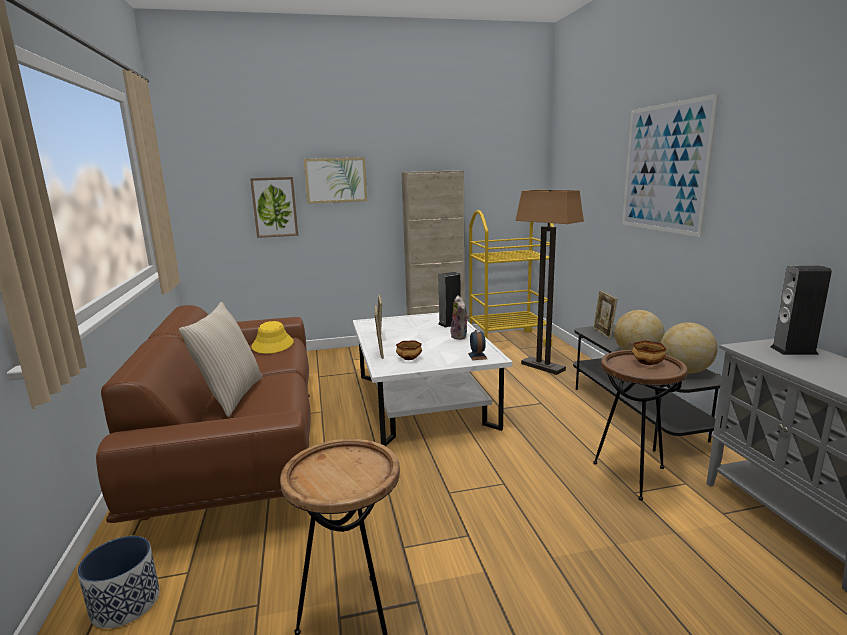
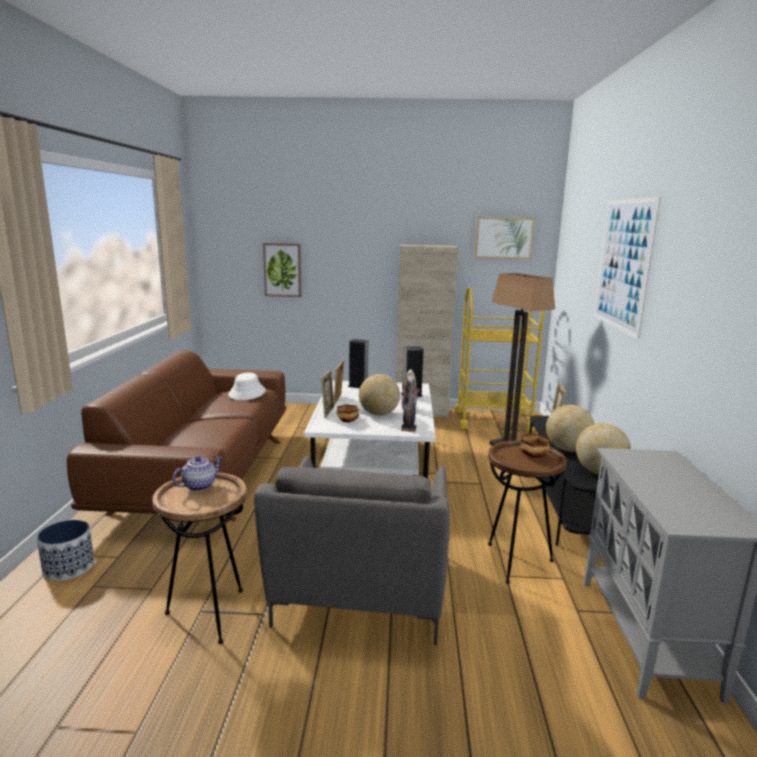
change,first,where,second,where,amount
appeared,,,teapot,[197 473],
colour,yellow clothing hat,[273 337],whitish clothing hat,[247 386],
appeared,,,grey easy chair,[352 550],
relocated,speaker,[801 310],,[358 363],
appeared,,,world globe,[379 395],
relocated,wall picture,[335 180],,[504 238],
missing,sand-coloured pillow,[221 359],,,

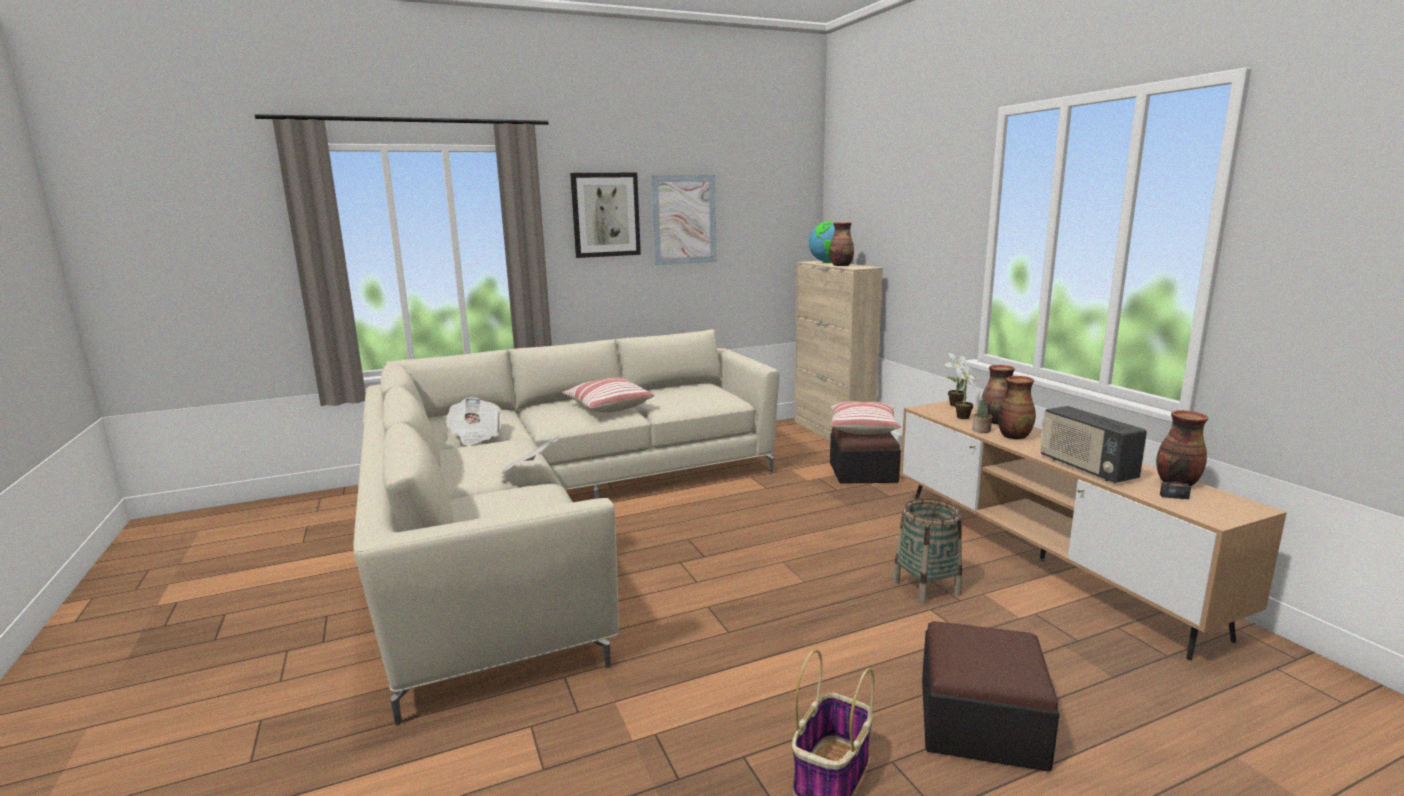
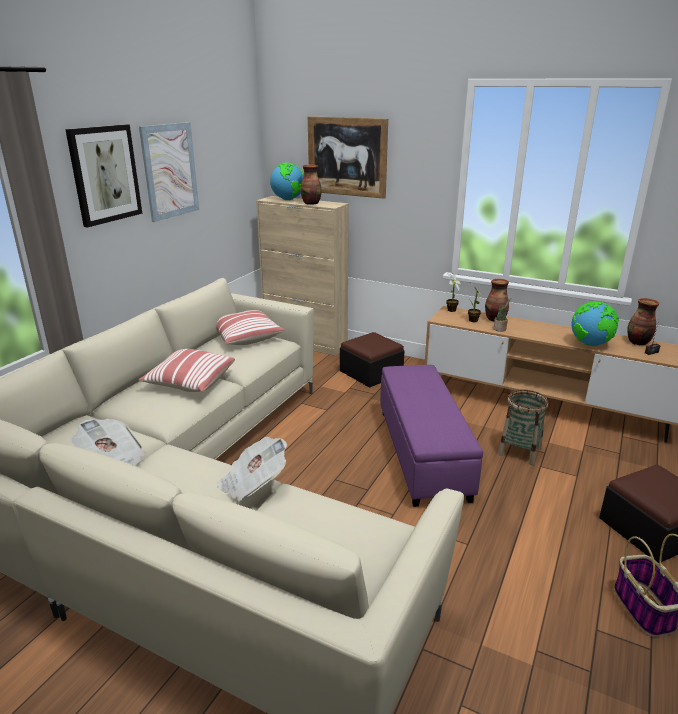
change,first,where,second,where,amount
relocated,pillow,[865 417],,[250 327],
appeared,,,wall picture,[348 157],
appeared,,,purple-coloured footrest,[431 436],
exchanged,radio receiver,[1093 444],world globe,[595 323],
missing,flower vase,[1017 408],,,

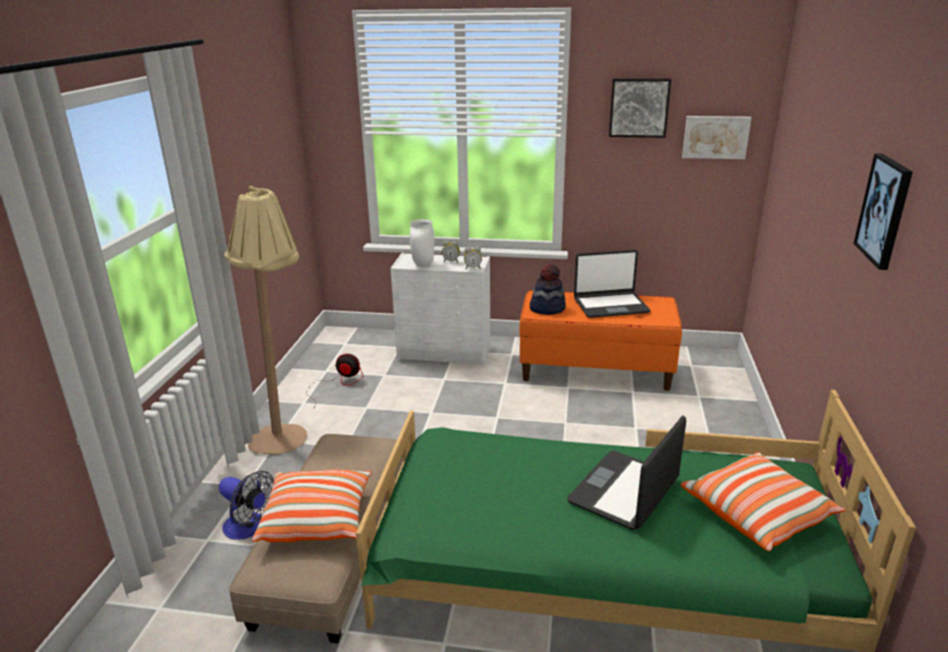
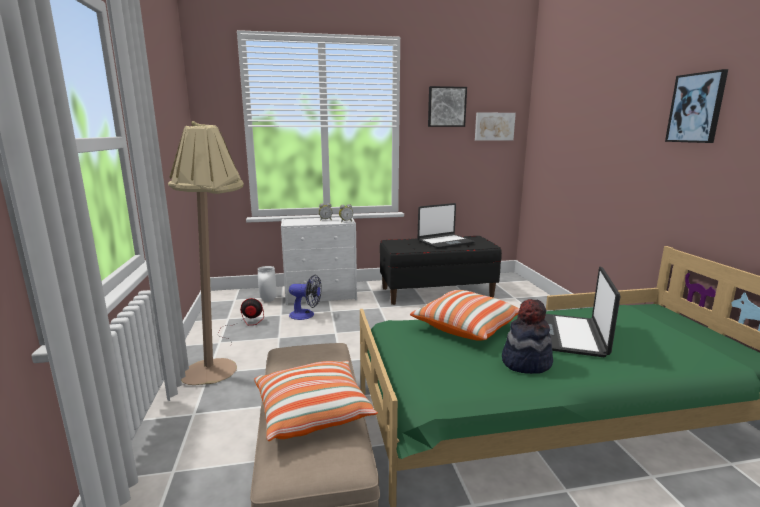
change,first,where,second,where,amount
relocated,whitish flower vase,[422 243],,[267 284],
relocated,cooling fan,[246 505],,[305 297],
colour,orangey bench,[600 341],black bench,[441 270],
relocated,pillow,[763 501],,[464 315],
relocated,clothing hat,[548 289],,[527 336],

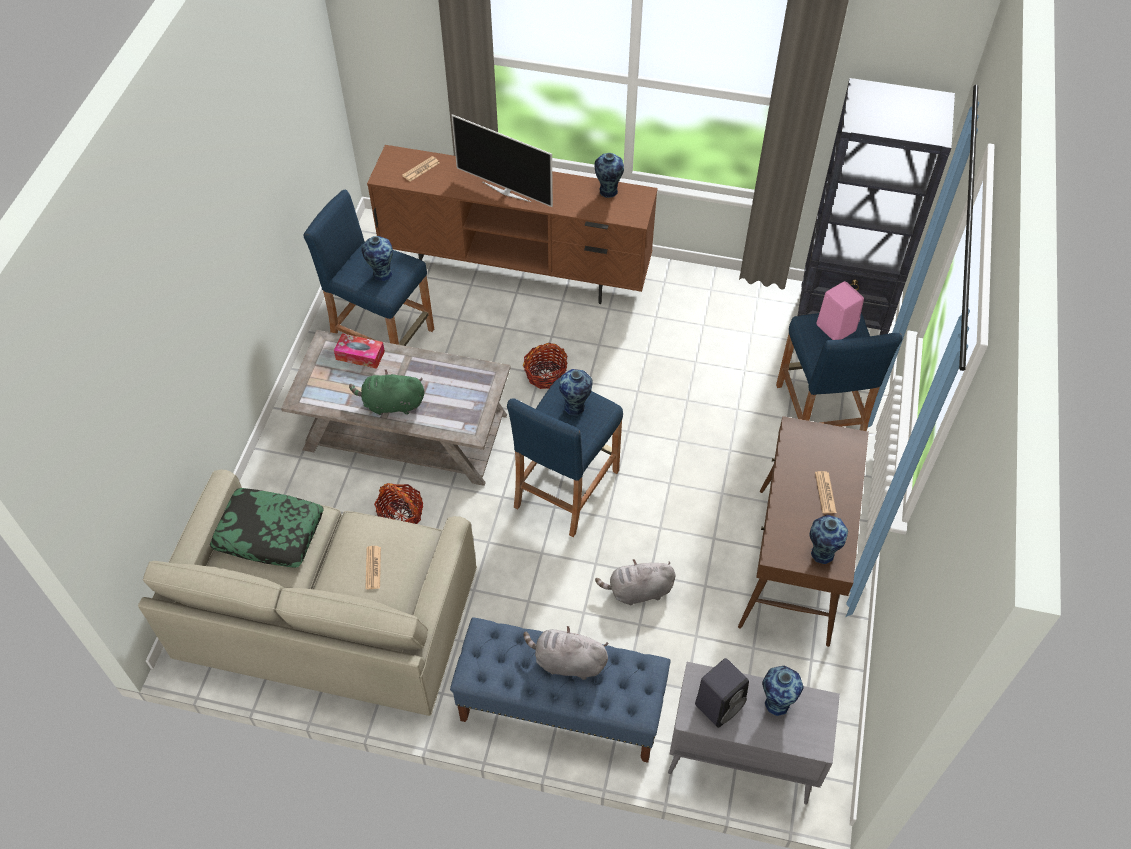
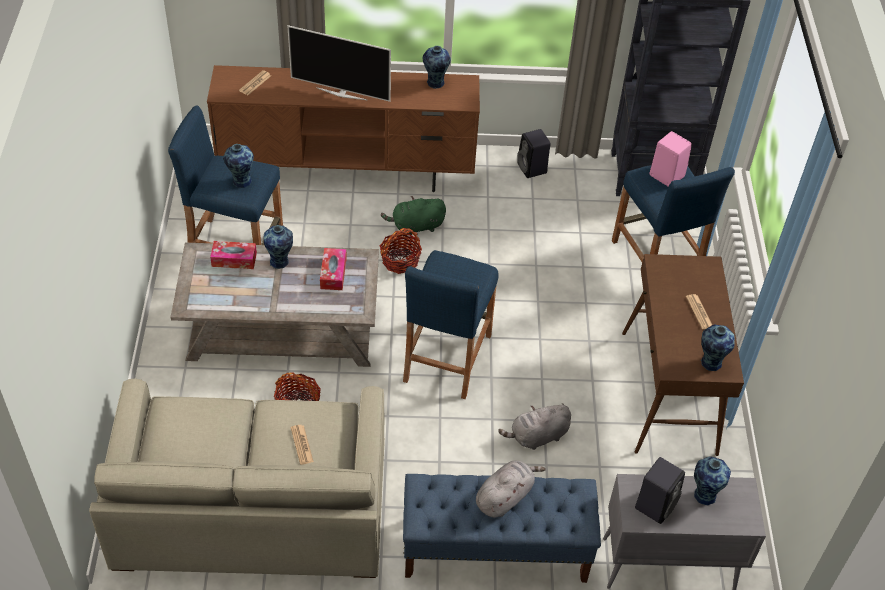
change,first,where,second,where,amount
relocated,flower vase,[576 392],,[278 247],
appeared,,,box of tissues,[333 269],
relocated,greenish soft toy,[387 392],,[413 215],
spun,grey soft toy,[565 653],,[511 489],135 degrees clockwise
appeared,,,black speaker,[534 153],
missing,pillow,[267 528],,,

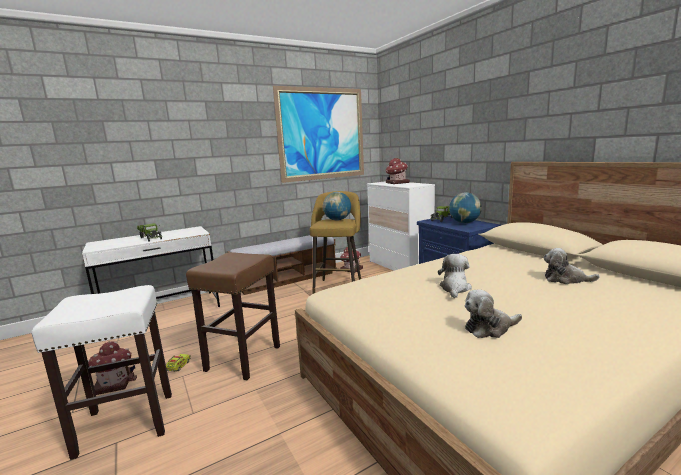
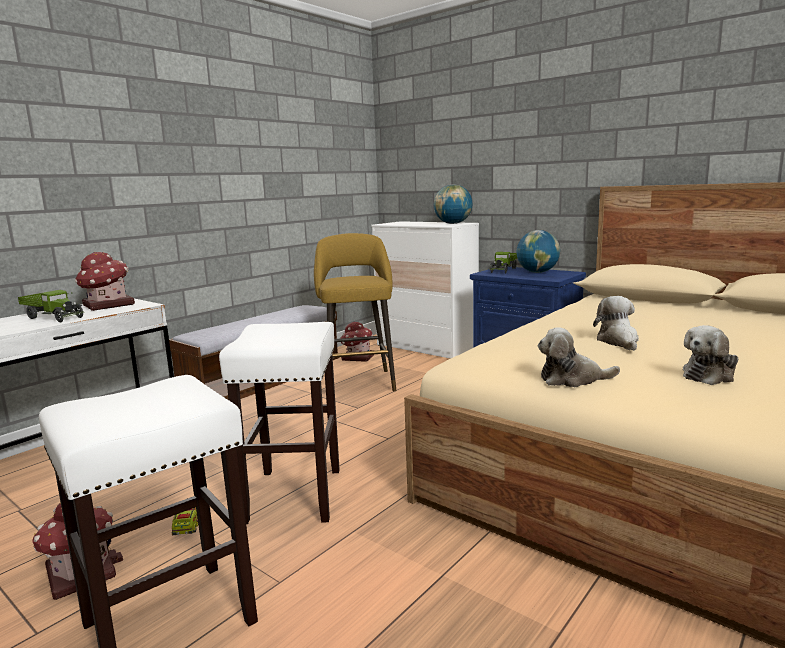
change,first,where,second,where,amount
relocated,toy house,[398 171],,[105 281],
colour,brown-coloured sitting stool,[233 316],whitish sitting stool,[279 423],
relocated,world globe,[337 206],,[453 204],
relocated,soft toy,[571 266],,[579 357],
missing,wall picture,[318 134],,,

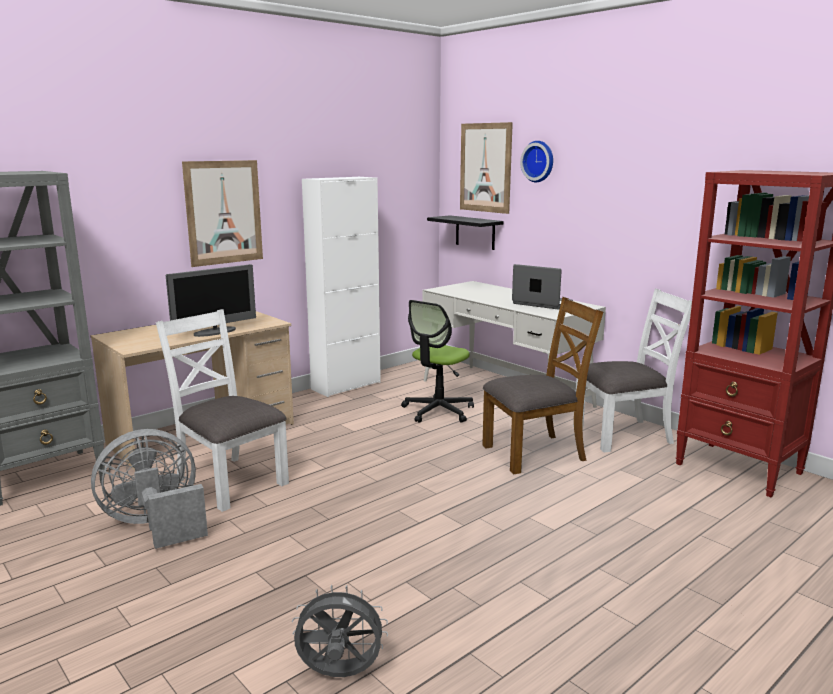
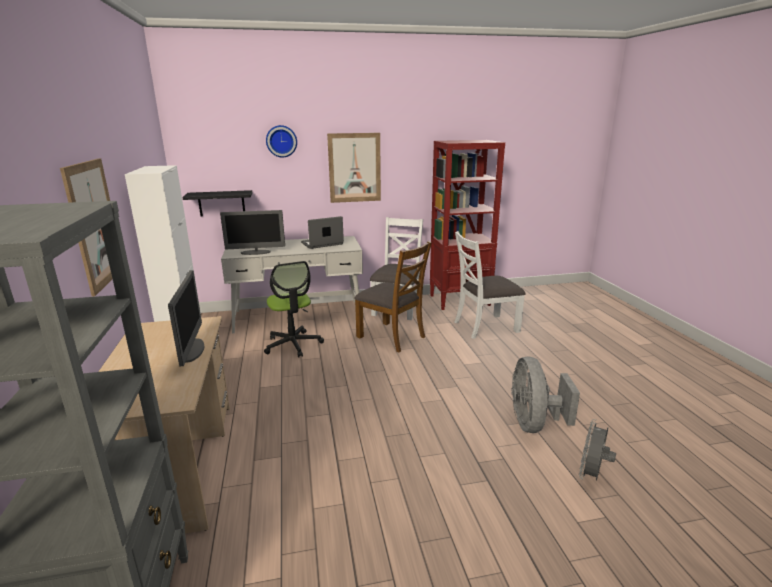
change,first,where,second,where,amount
appeared,,,monitor,[252 232],
relocated,wall picture,[486 168],,[354 168],
spun,brown-coloured plain chair,[542 385],,[393 296],120 degrees clockwise
relocated,whitish plain chair,[222 410],,[490 285],
relocated,grey cooling fan,[149 489],,[545 395],

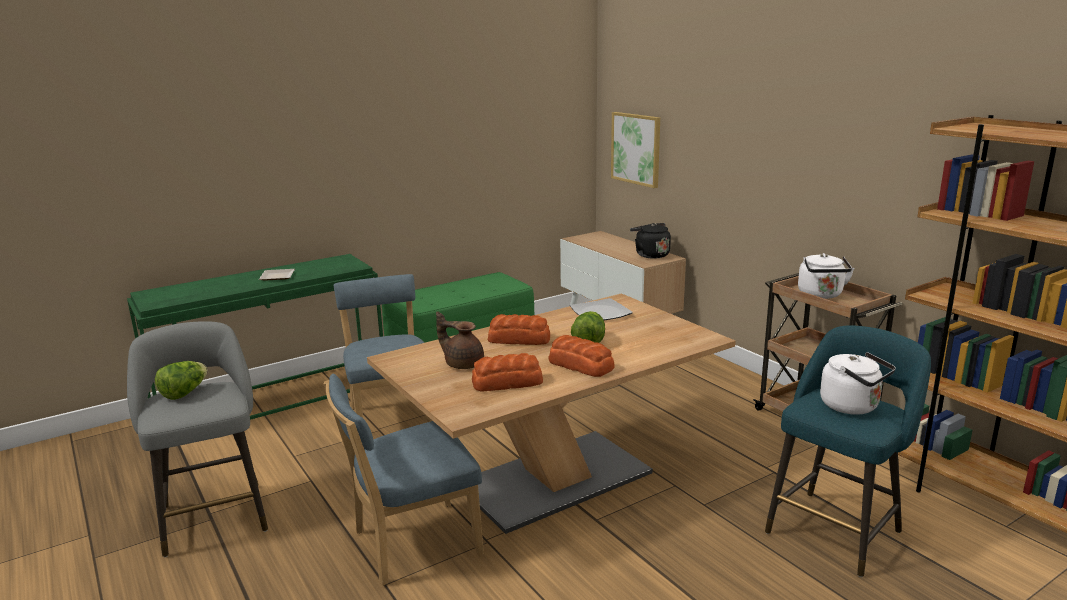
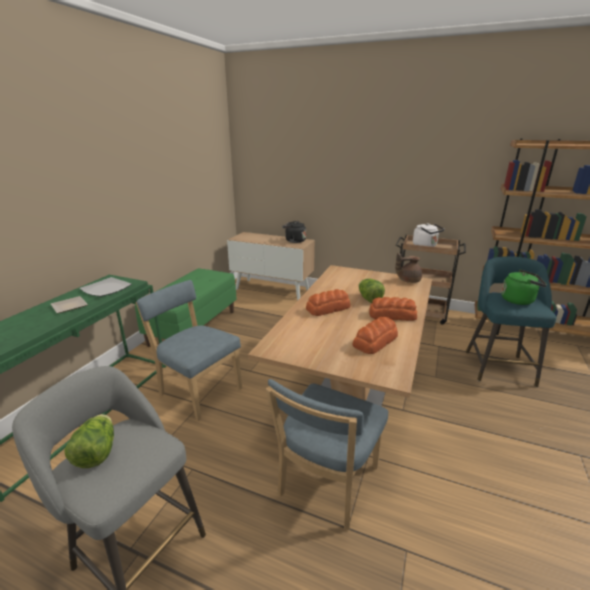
change,first,where,second,where,amount
relocated,dinner plate,[601 309],,[105 287],
relocated,brown-coloured teapot,[460 340],,[408 268],
colour,whitish water kettle,[858 383],greenish water kettle,[524 287],
missing,wall picture,[635 150],,,

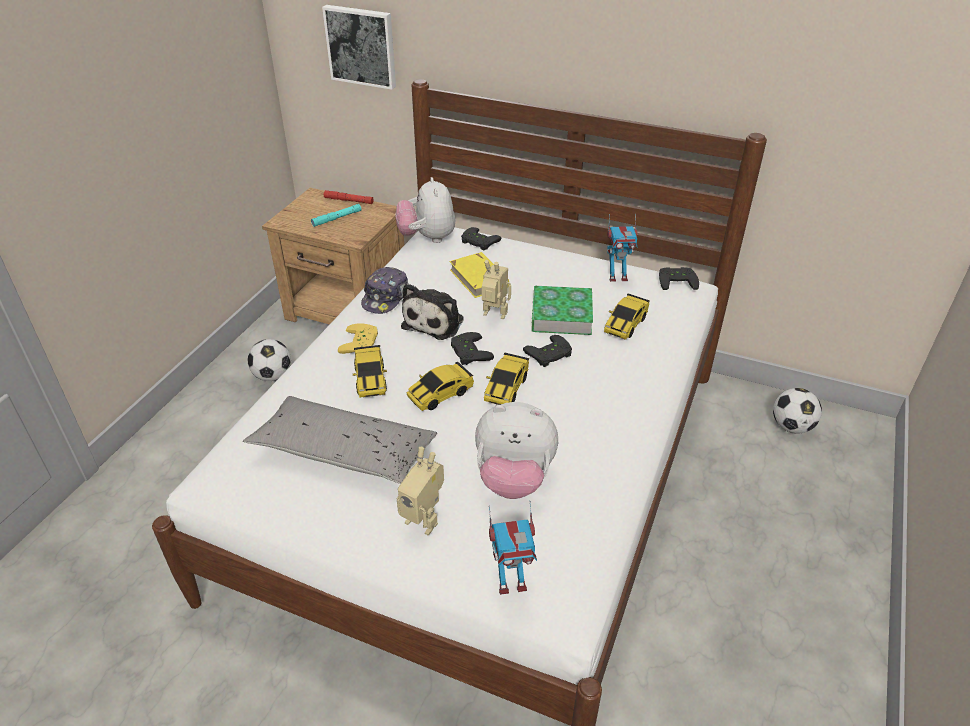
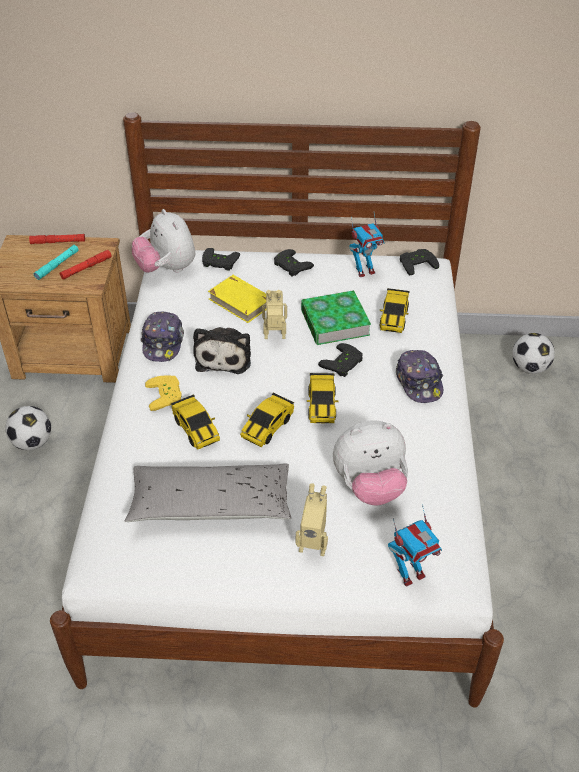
change,first,where,second,where,amount
appeared,,,reddish hand torch,[86 265],
relocated,black joypad,[472 348],,[294 263],
appeared,,,cap,[419 376],
missing,wall picture,[359 47],,,

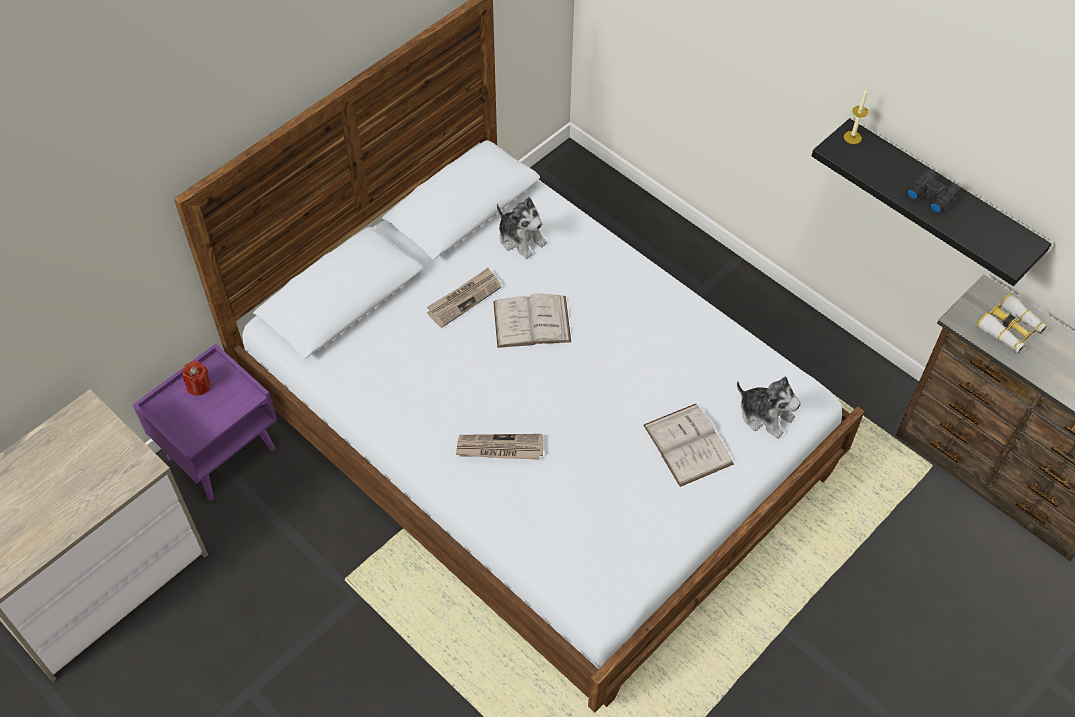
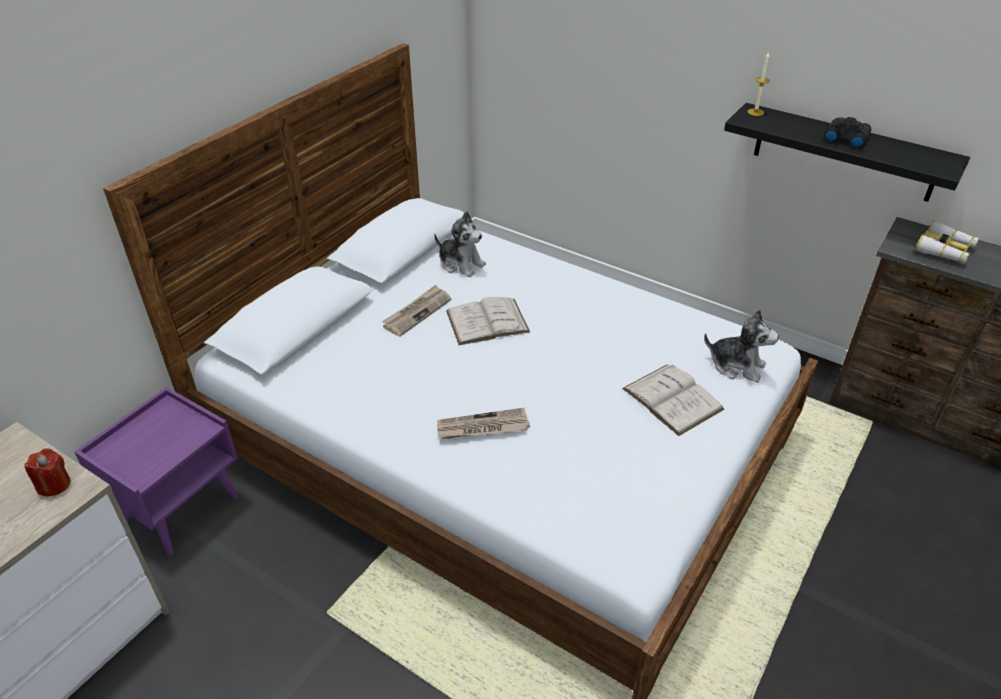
change,first,where,second,where,amount
relocated,reddish wax candle,[196 378],,[47 472],

